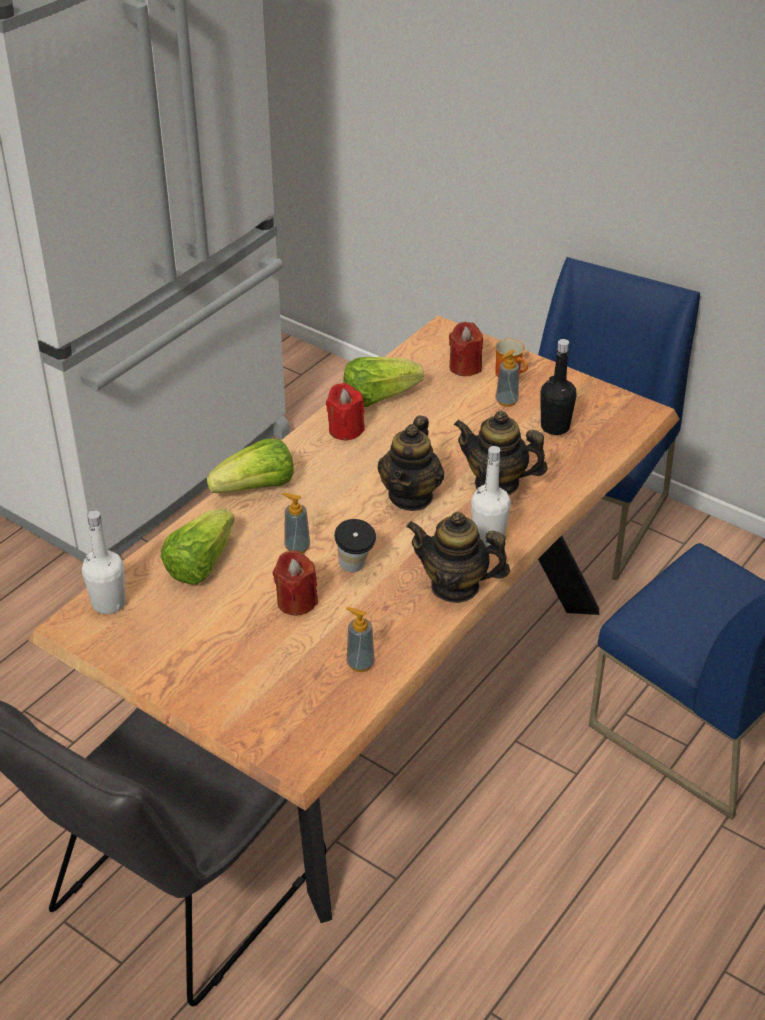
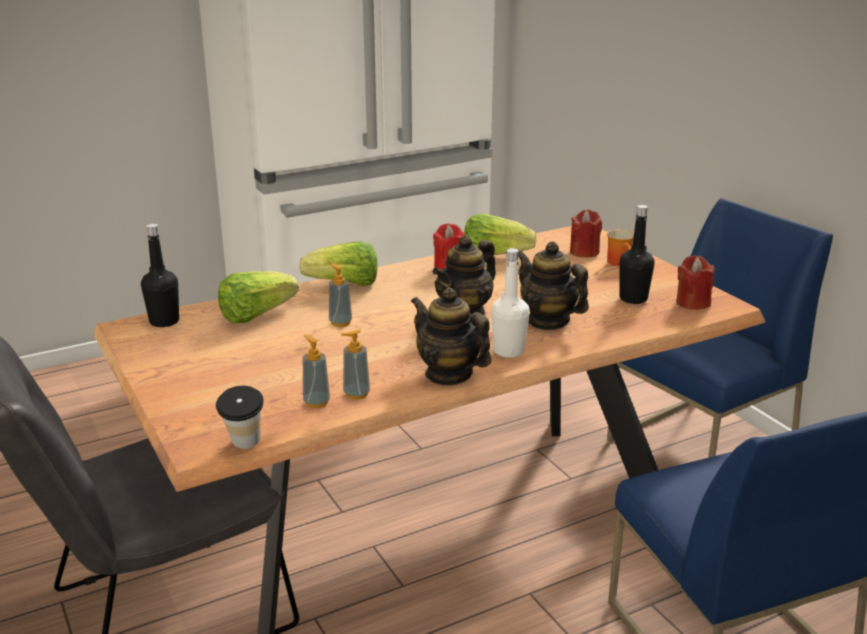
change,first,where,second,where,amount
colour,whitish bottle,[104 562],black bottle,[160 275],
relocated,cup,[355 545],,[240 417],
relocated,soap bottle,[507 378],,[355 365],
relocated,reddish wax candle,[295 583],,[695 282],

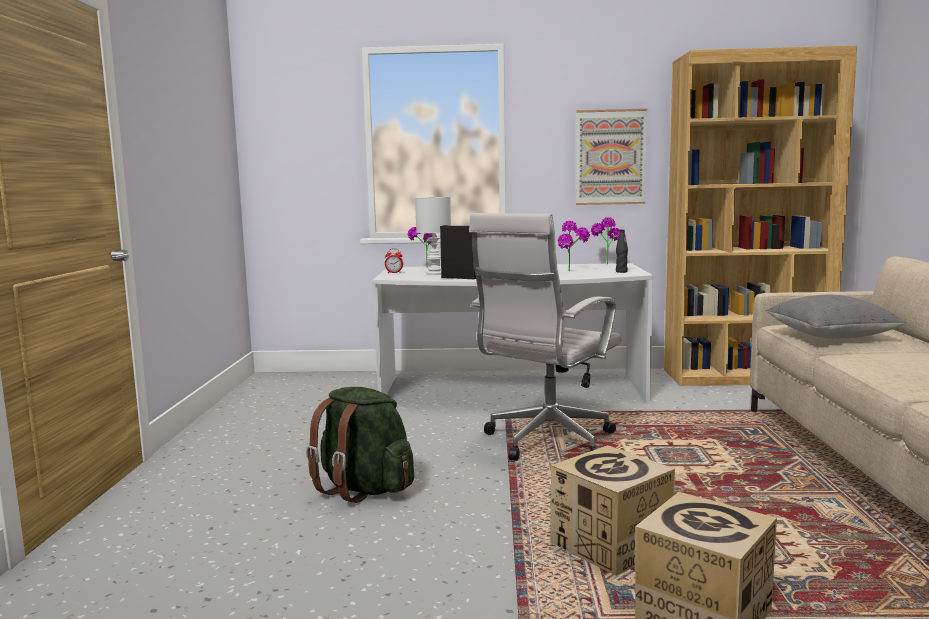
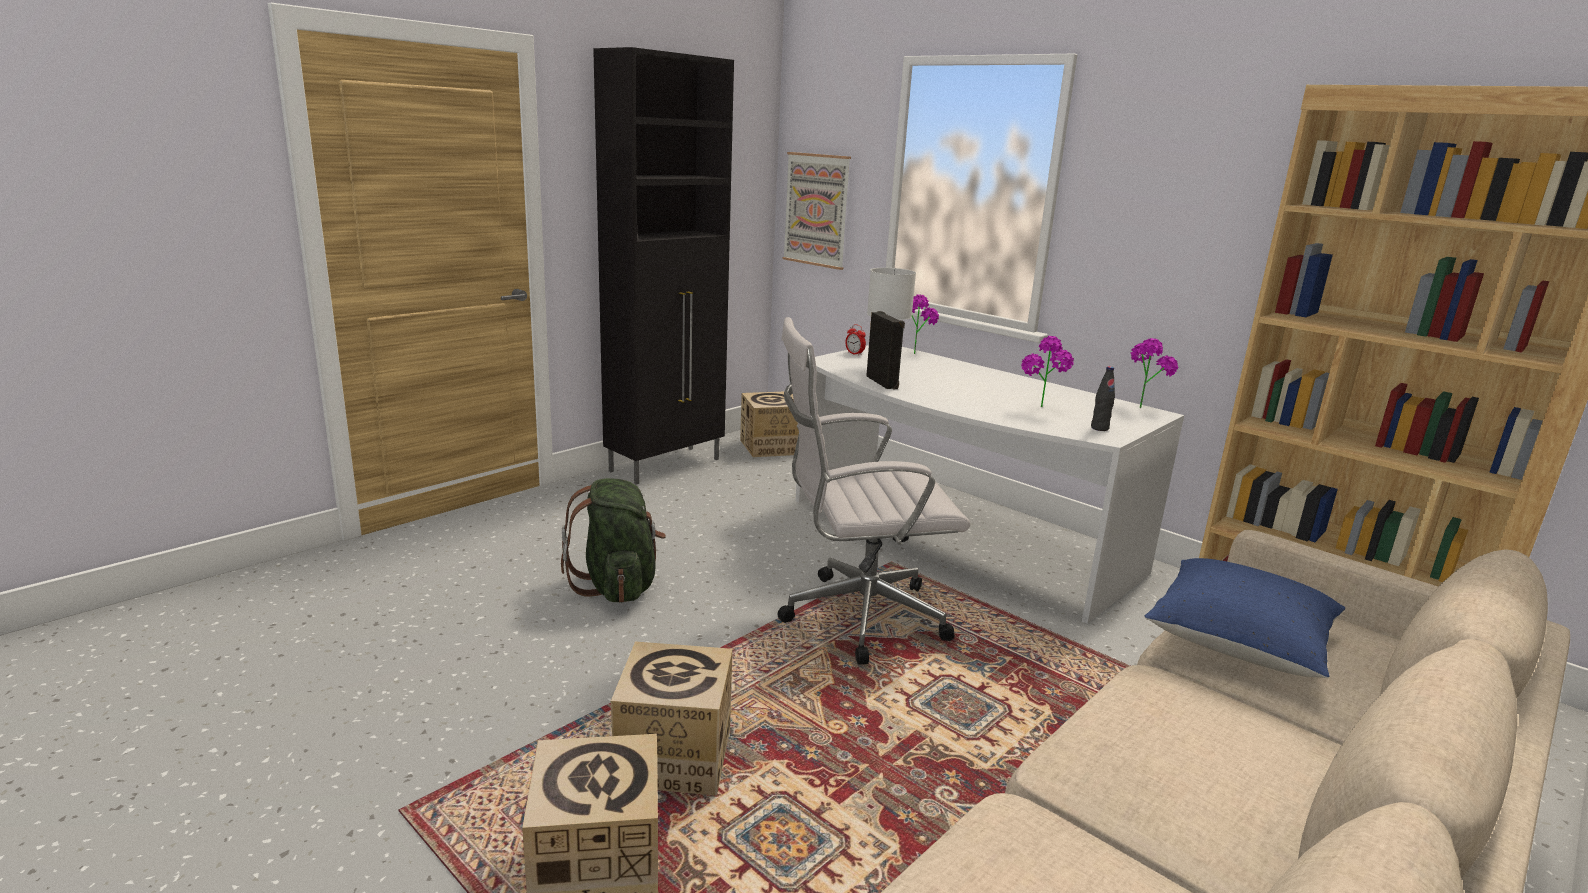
change,first,where,second,where,amount
appeared,,,black storage cabinet,[663 266],
appeared,,,carton,[769 424],
relocated,wall picture,[611 157],,[816 211],
colour,grey pillow,[836 317],blue-coloured pillow,[1244 618],

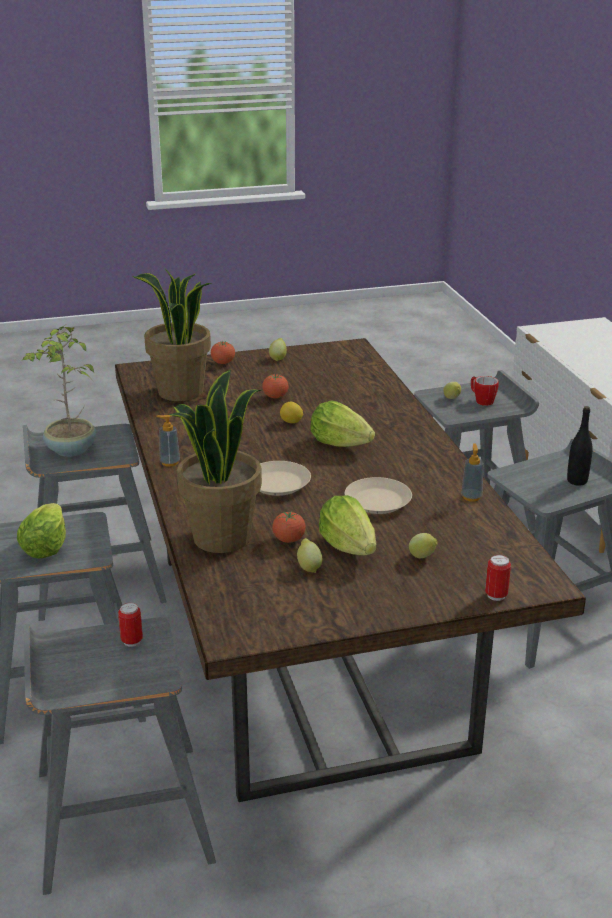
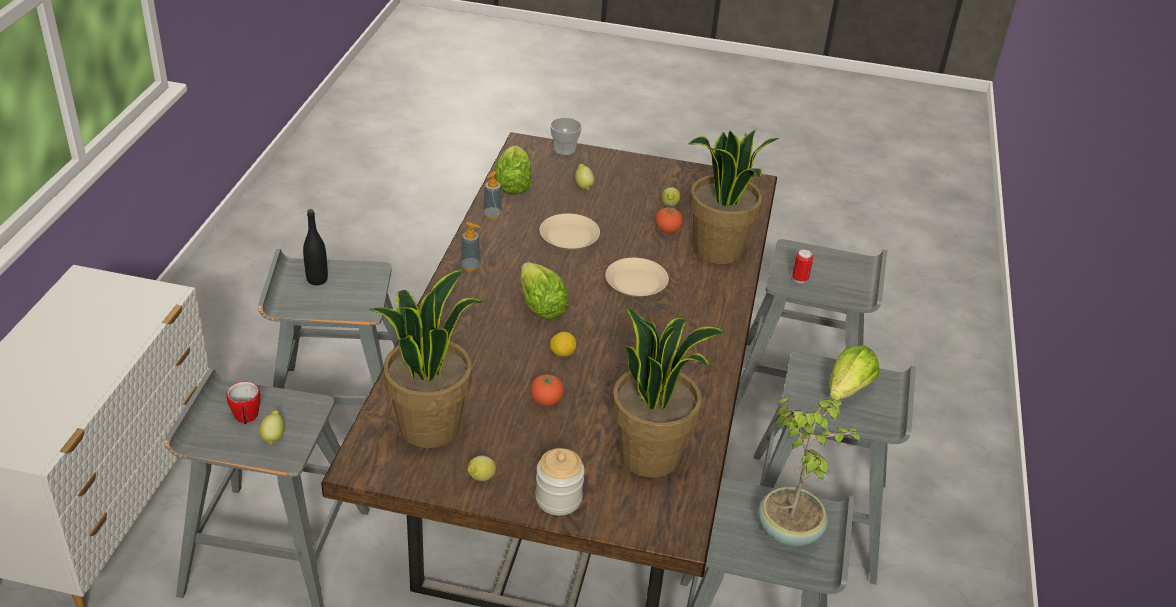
change,first,where,second,where,amount
appeared,,,houseplant,[427 358],
relocated,soap bottle,[168 441],,[471 246],
relocated,lettuce head,[347 525],,[513 169],
exchanged,whole tomato,[223 352],jar,[560 481],
exchanged,sealed can,[498 578],cup,[566 136],

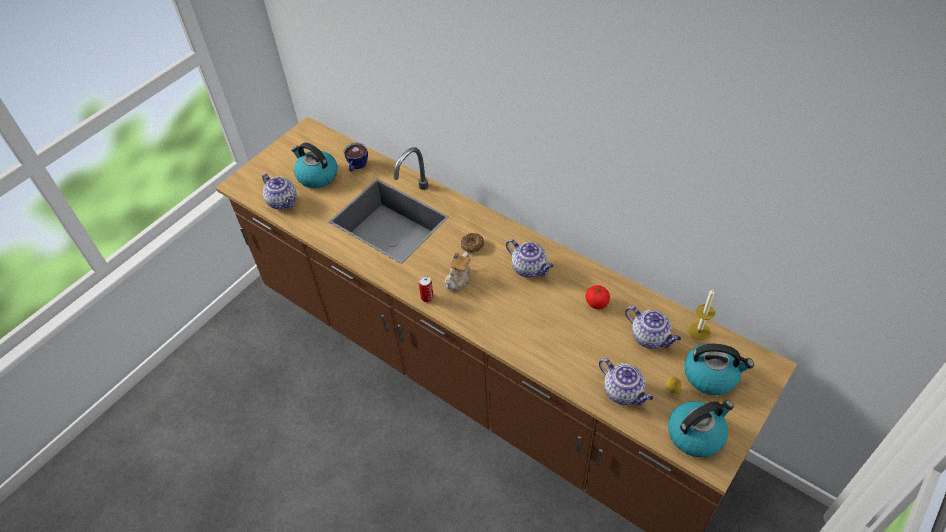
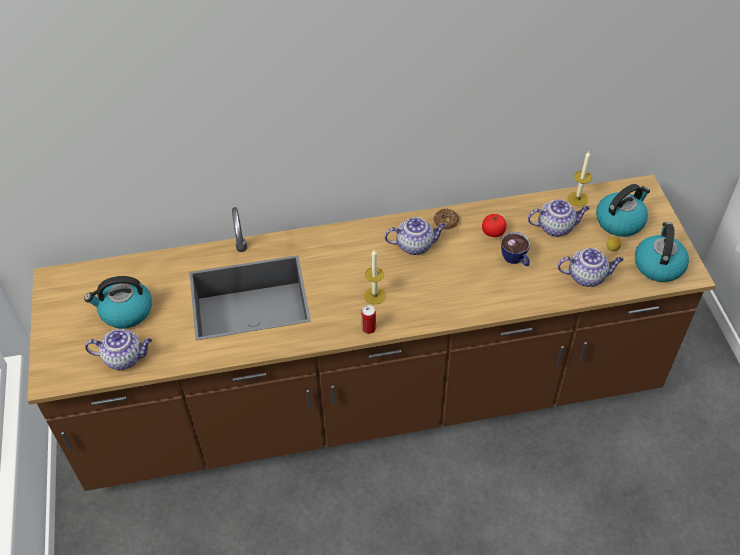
change,first,where,second,where,amount
exchanged,teapot,[458 272],wax candle,[375 277],
relocated,doughnut,[472 243],,[446 219],
relocated,cup,[356 157],,[515 249],

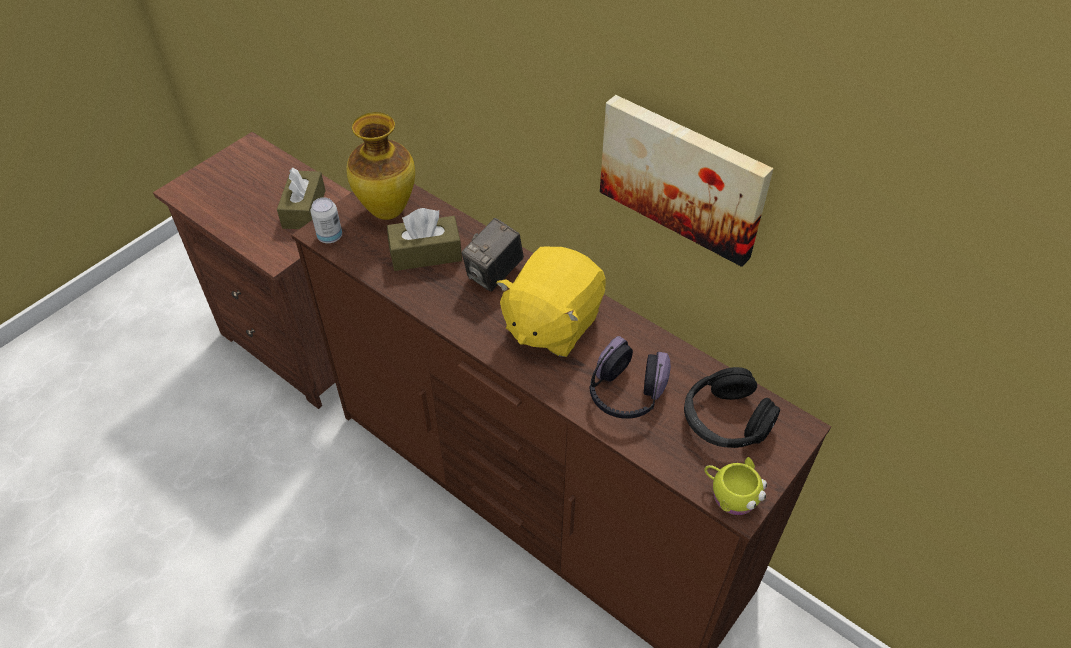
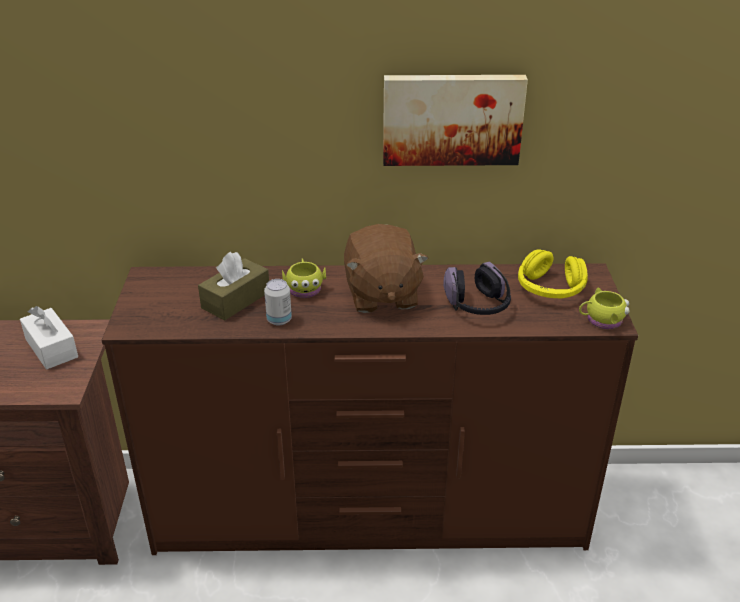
change,first,where,second,where,amount
colour,brown-coloured box of tissues,[301 198],whitish box of tissues,[49 337],
relocated,sealed can,[326 220],,[278 302],
exchanged,photo camera,[493 255],yellow mug,[304 278],
colour,yellow soft toy,[551 302],brown-coloured soft toy,[386 268],
colour,black pair of headphones,[732 407],yellow pair of headphones,[553 273],
missing,flower vase,[380 166],,,

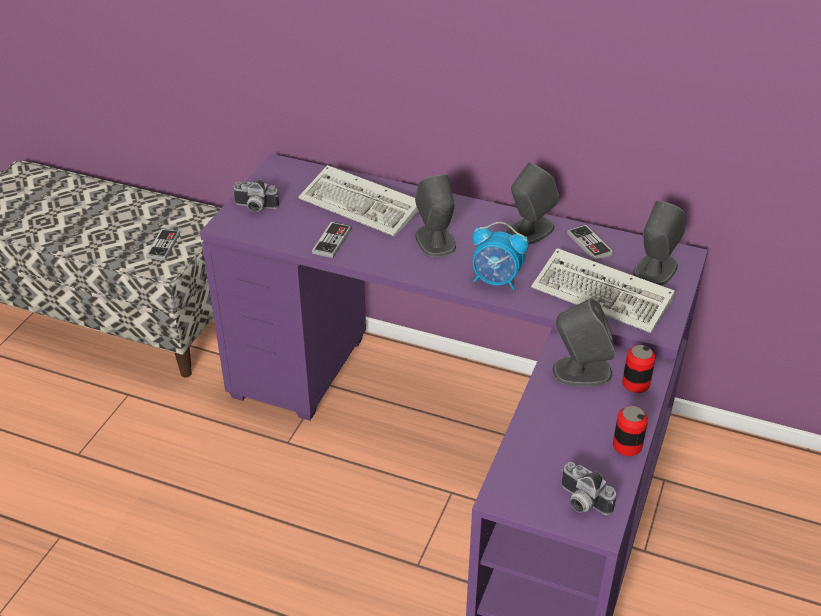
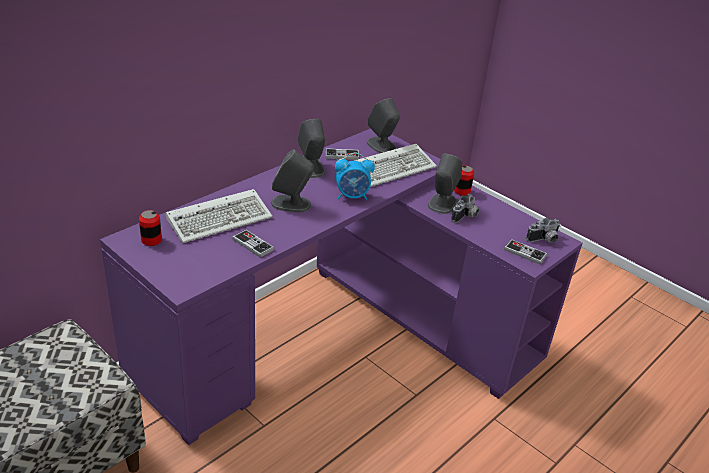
change,first,where,second,where,amount
relocated,sealed can,[630 431],,[150 228],
spun,alarm clock,[500 256],,[355 176],45 degrees clockwise
relocated,photo camera,[255 196],,[465 208],
relocated,joypad,[163 244],,[525 251],

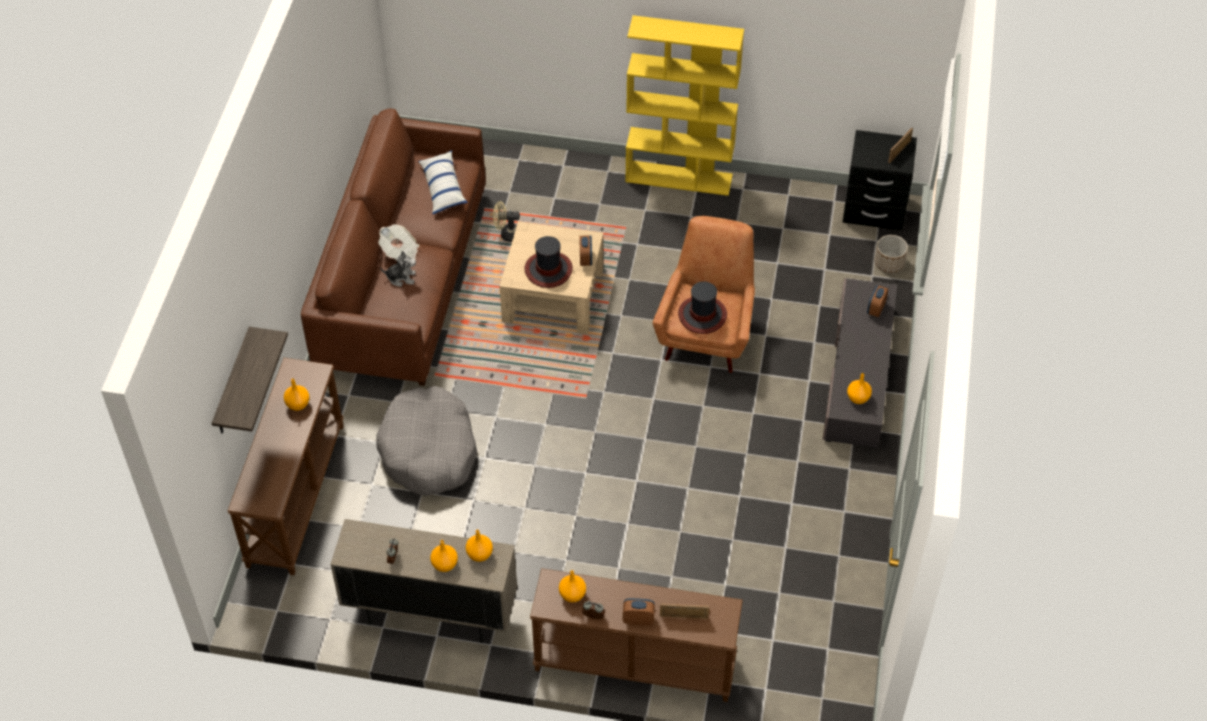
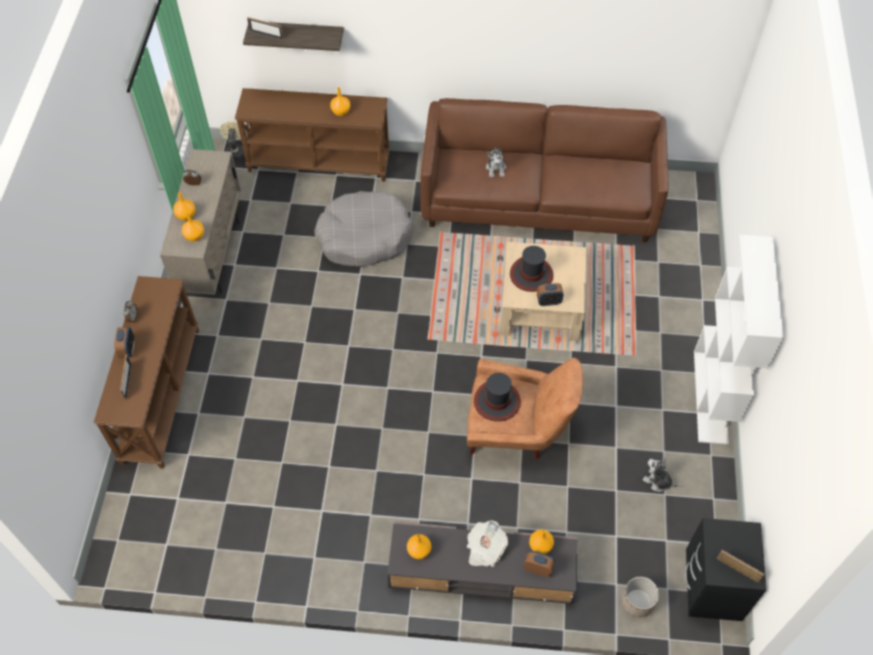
change,first,where,second,where,amount
relocated,sand-coloured cooling fan,[506 221],,[232 140],
appeared,,,photo frame,[265 28],
relocated,printed paper,[398 242],,[487 543],
relocated,orangey flower vase,[572 586],,[541 541],
appeared,,,soft toy,[660 474],
colour,yellow shelving unit,[684 105],whitish shelving unit,[739 340],
missing,pillow,[443 182],,,

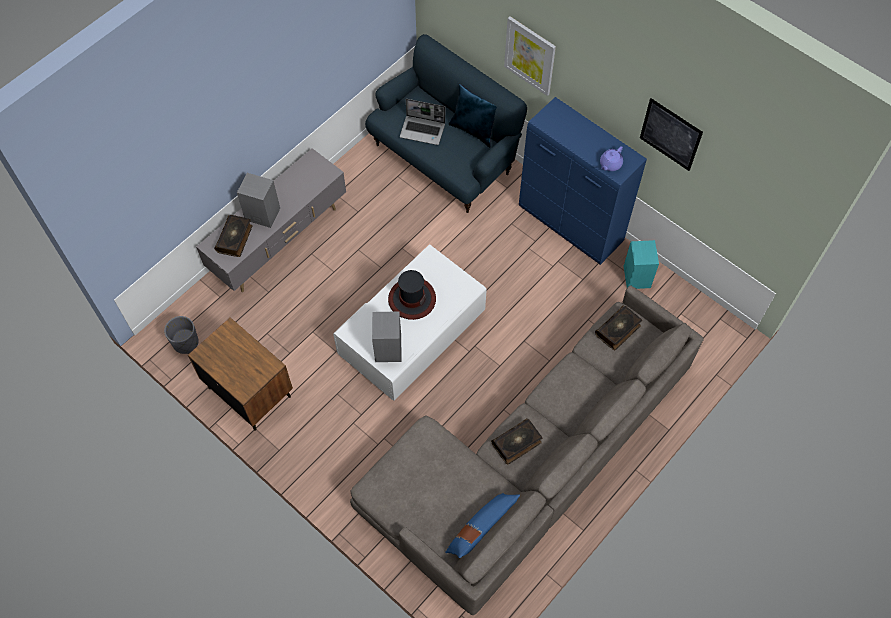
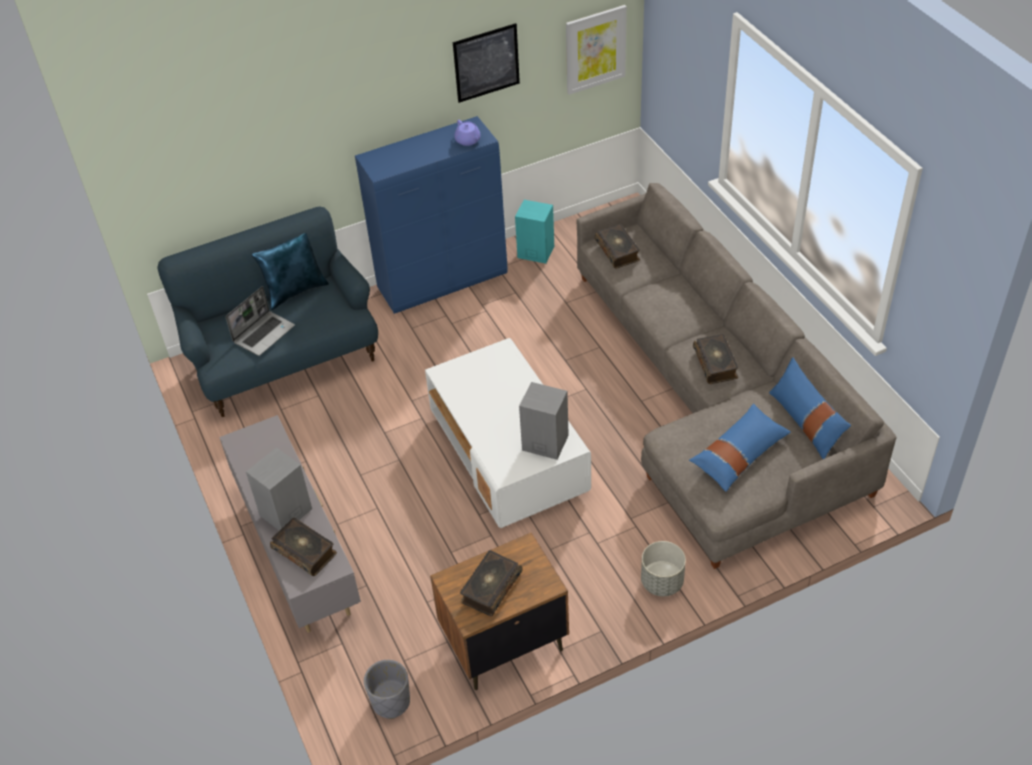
change,first,where,second,where,amount
appeared,,,book,[491 583],
relocated,wall picture,[530 56],,[596 50],
appeared,,,grey flower pot,[663 568],
appeared,,,blue-coloured pillow,[740 447],
missing,clothing hat,[412 295],,,

